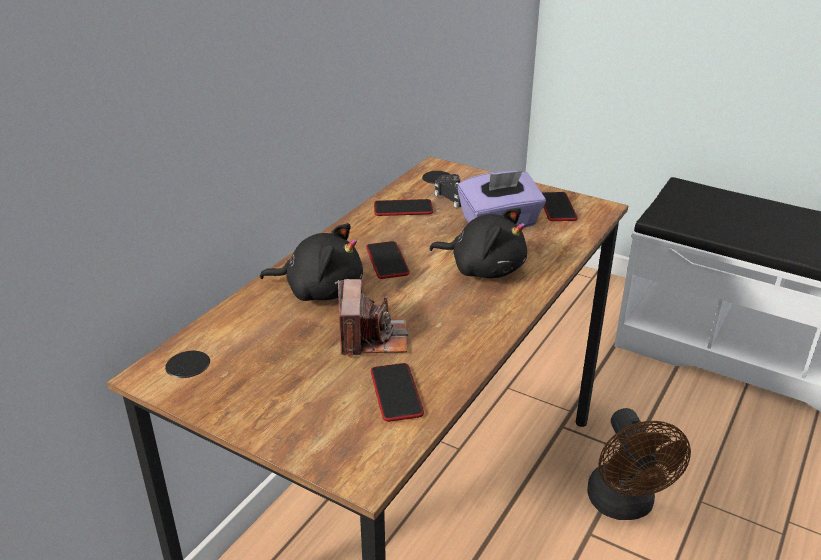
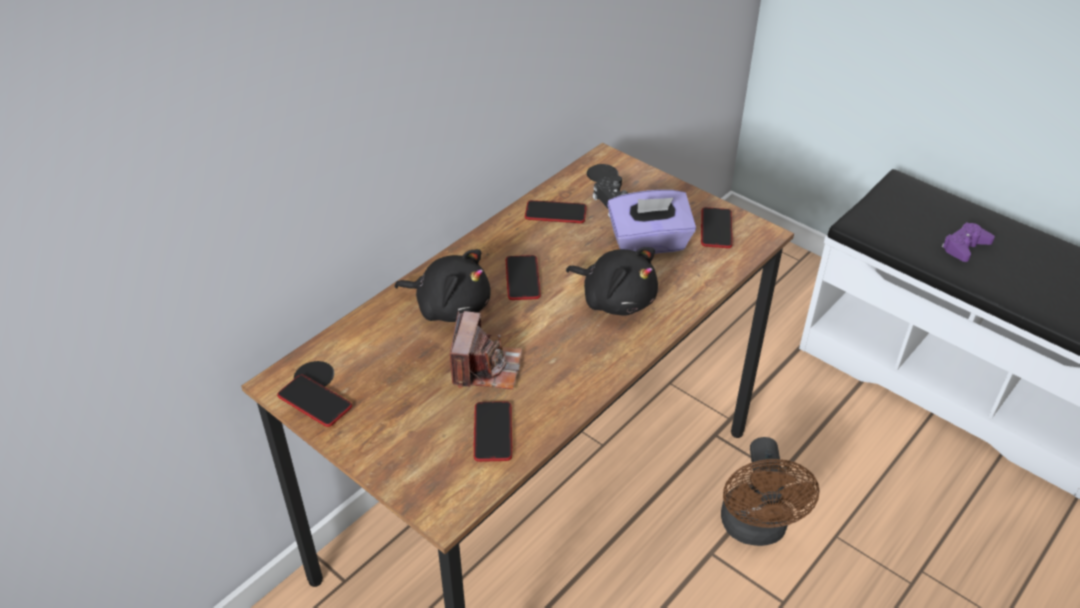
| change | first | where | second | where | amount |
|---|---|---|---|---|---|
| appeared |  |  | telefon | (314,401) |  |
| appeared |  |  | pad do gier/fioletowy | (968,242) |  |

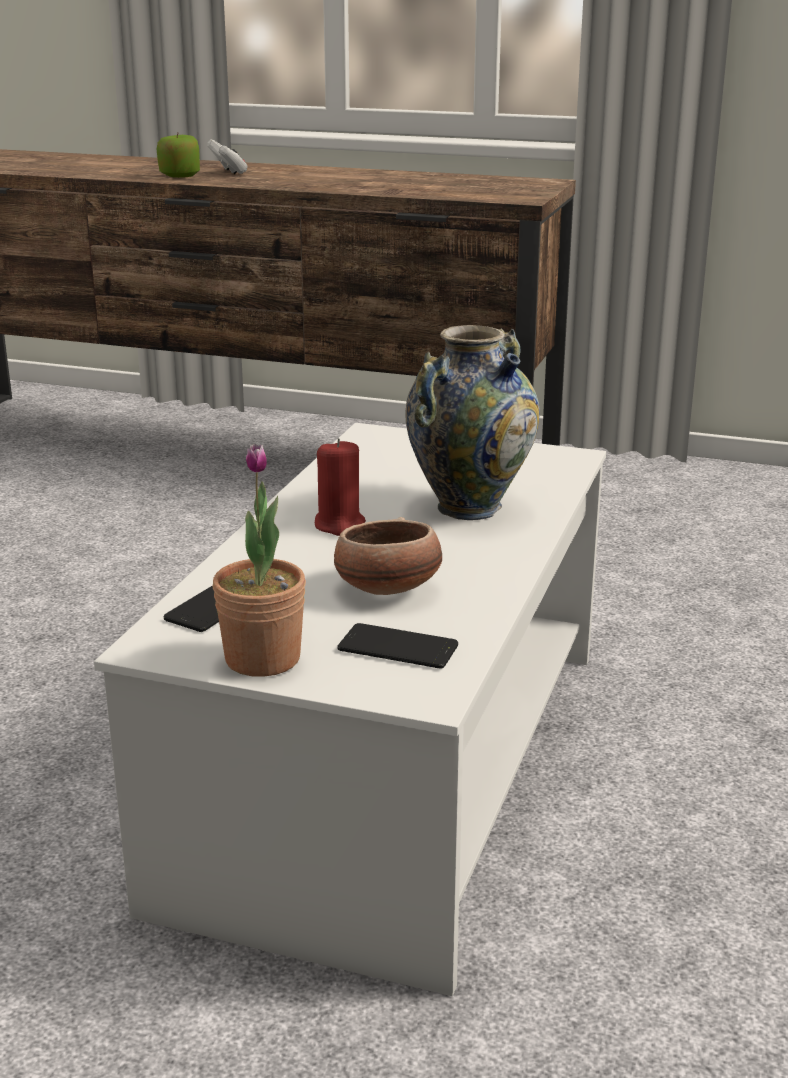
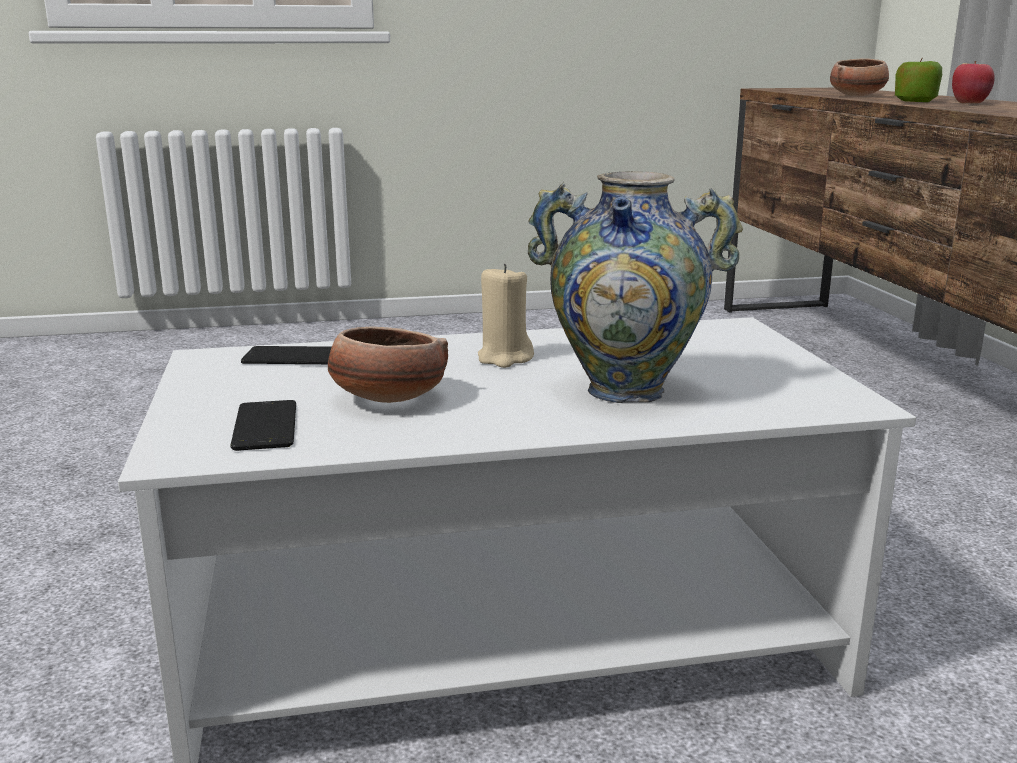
| change | first | where | second | where | amount |
|---|---|---|---|---|---|
| missing | roślina doniczkowa | (259,560) |  |  |  |
| appeared |  |  | miska | (859,77) |  |
| exchanged | pad do gier/biały | (227,157) | jabłko | (973,82) |  |
| colour | świeca/czerwony | (340,487) | świeca/beżowy | (506,316) |  |

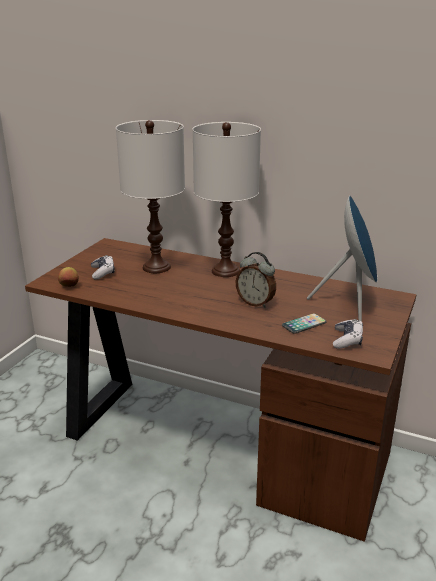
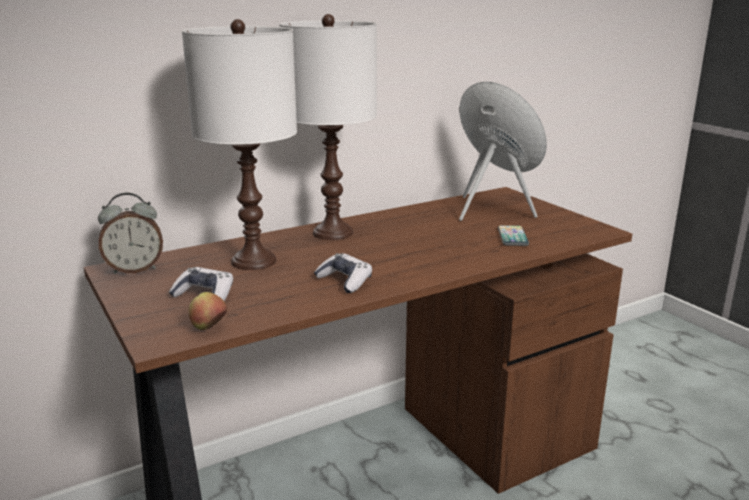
| change | first | where | second | where | amount |
|---|---|---|---|---|---|
| relocated | budzik | (256,280) |  | (130,233) |  |
| relocated | pad do gier | (348,334) |  | (343,273) |  |

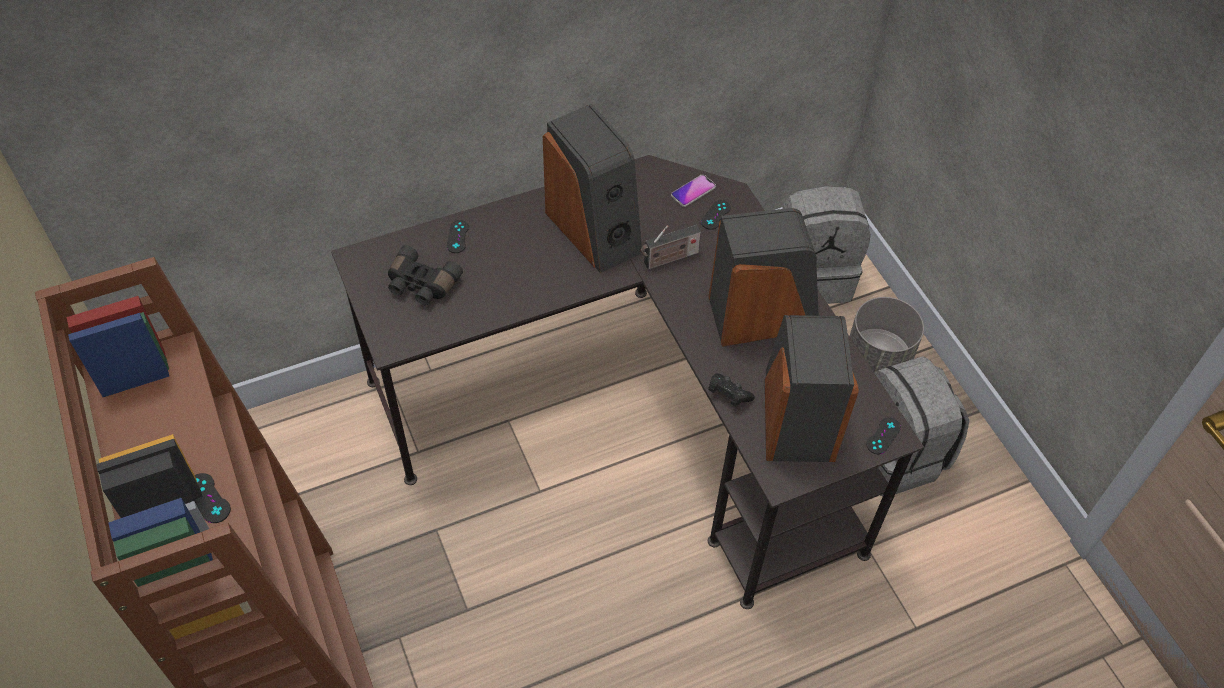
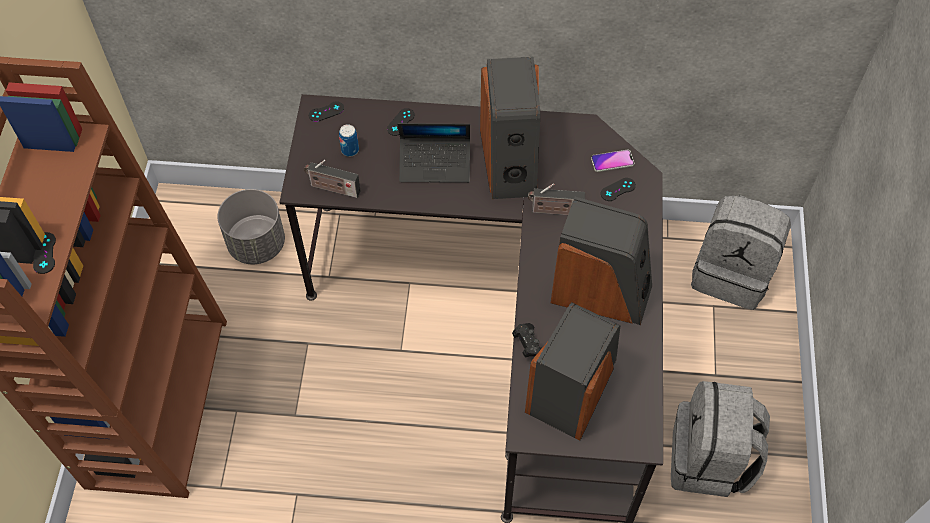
| change | first | where | second | where | amount |
|---|---|---|---|---|---|
| appeared |  |  | radio | (332,179) |  |
| appeared |  |  | laptop | (433,153) |  |
| relocated | donica/szary | (887,335) |  | (251,226) |  |
| relocated | pad do gier/czarny | (883,435) |  | (326,111) |  |
| exchanged | lornetka/czarny | (425,275) | puszka | (349,140) |  |

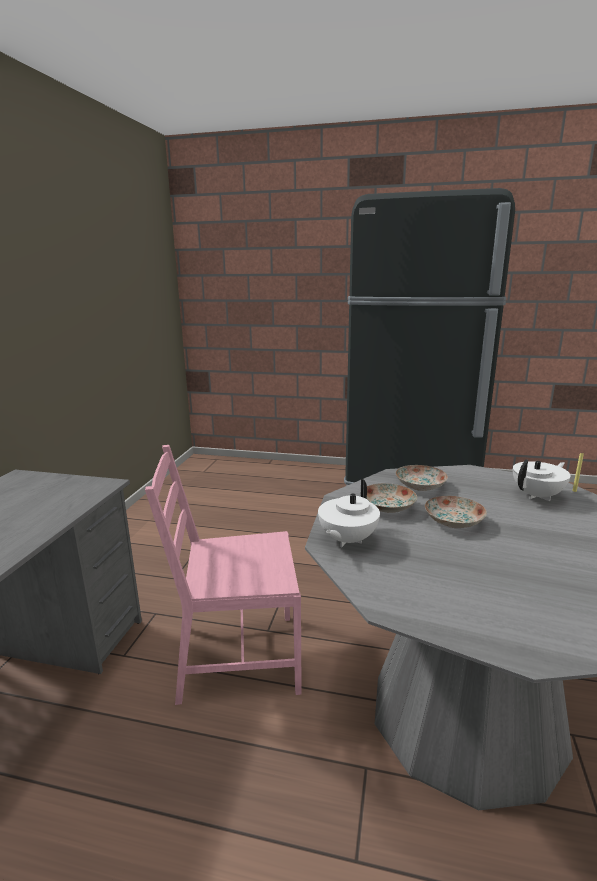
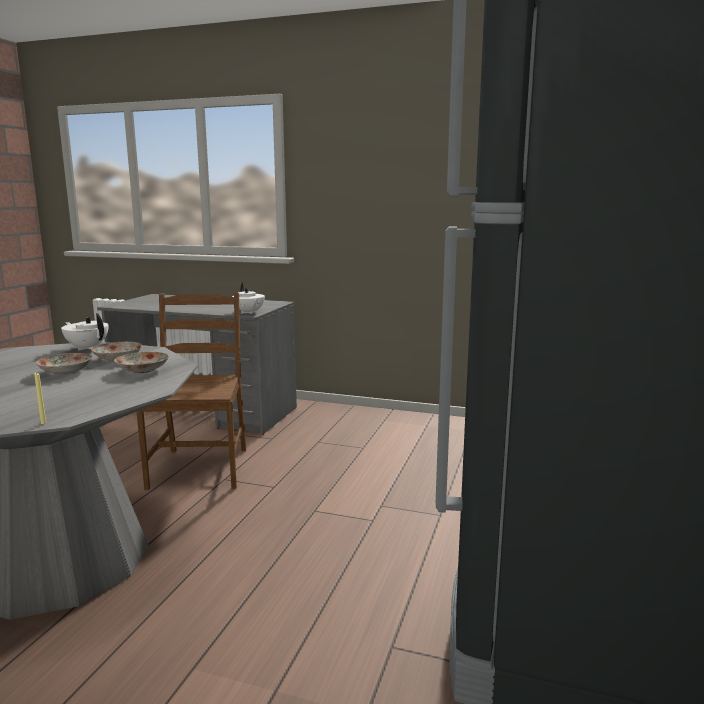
| change | first | where | second | where | amount |
|---|---|---|---|---|---|
| relocated | imbryk/biały | (542,480) |  | (248,298) |  |
| colour | krzesło/różowy | (223,575) | krzesło/brązowy | (191,391) |  |

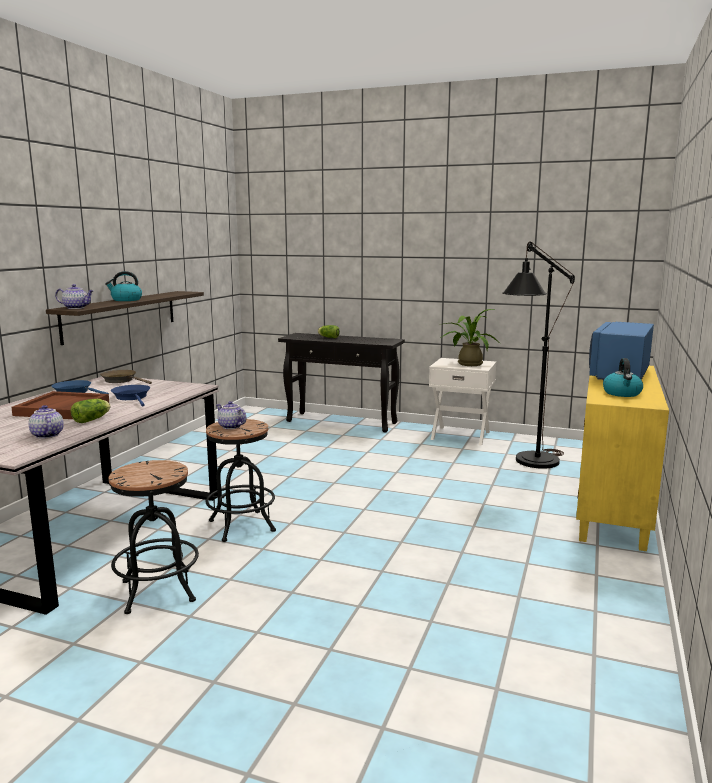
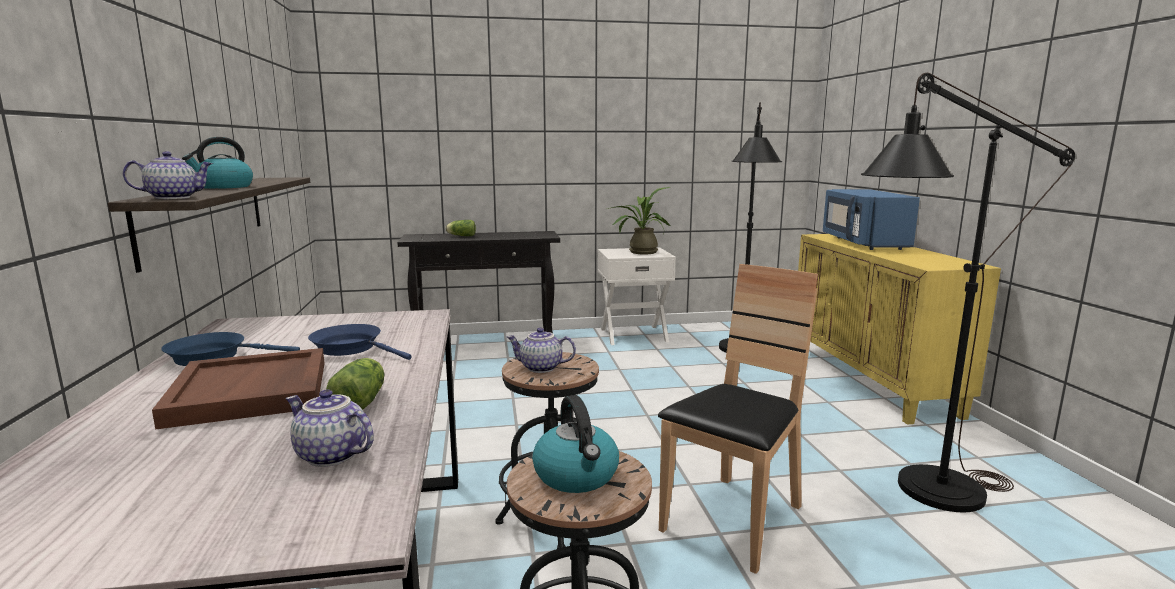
| change | first | where | second | where | amount |
|---|---|---|---|---|---|
| missing | patelnia/brązowy | (126,377) |  |  |  |
| appeared |  |  | krzesło/brązowy | (738,419) |  |
| appeared |  |  | lampa stojąca/czarny | (968,292) |  |
| relocated | czajnik | (623,377) |  | (575,444) |  |

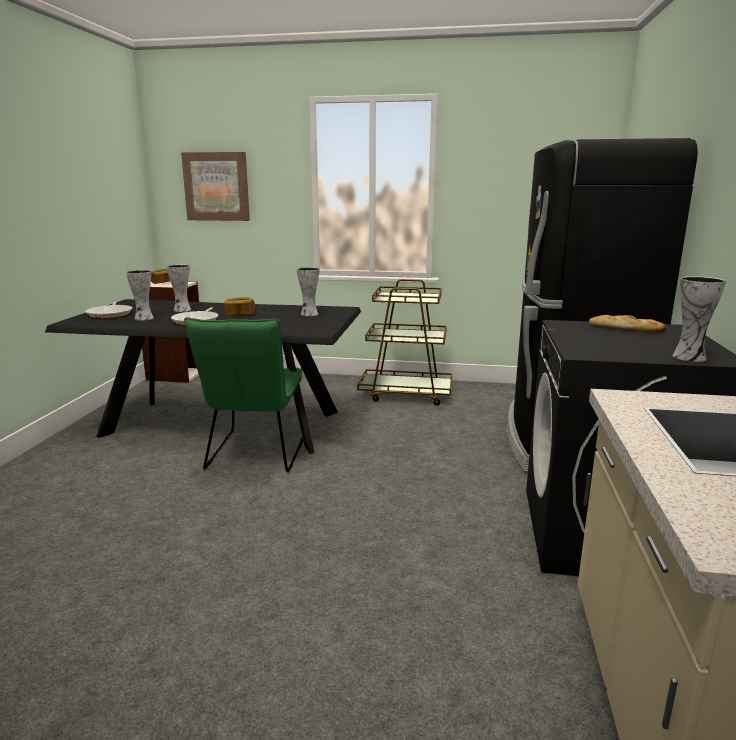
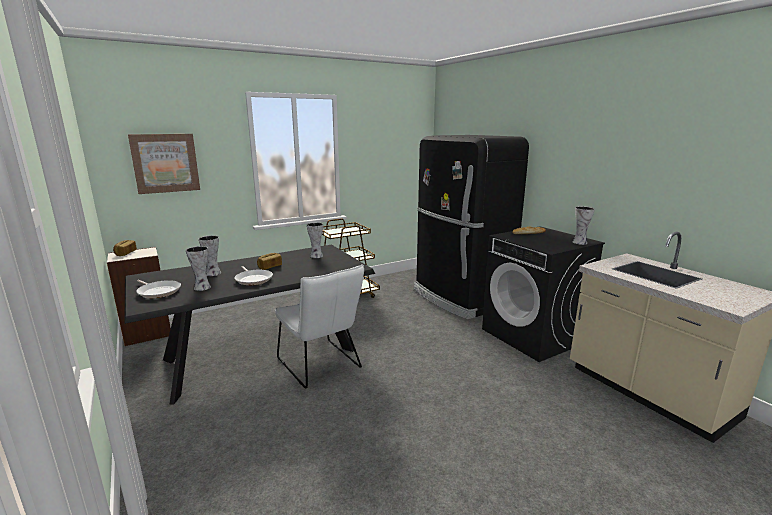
| change | first | where | second | where | amount |
|---|---|---|---|---|---|
| colour | krzesło/zielony | (243,394) | krzesło/biały | (319,326) |  |

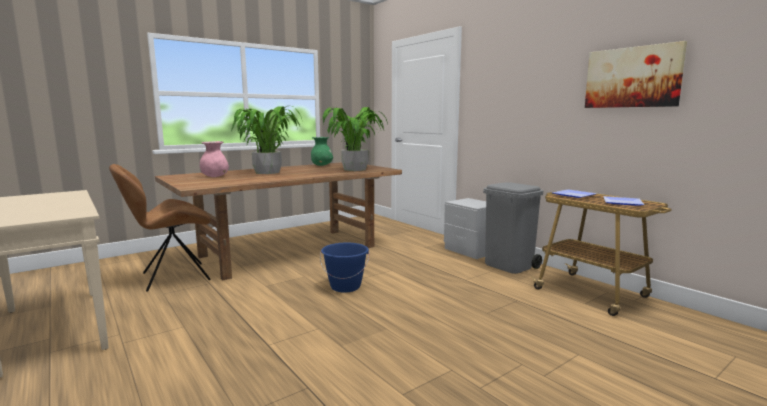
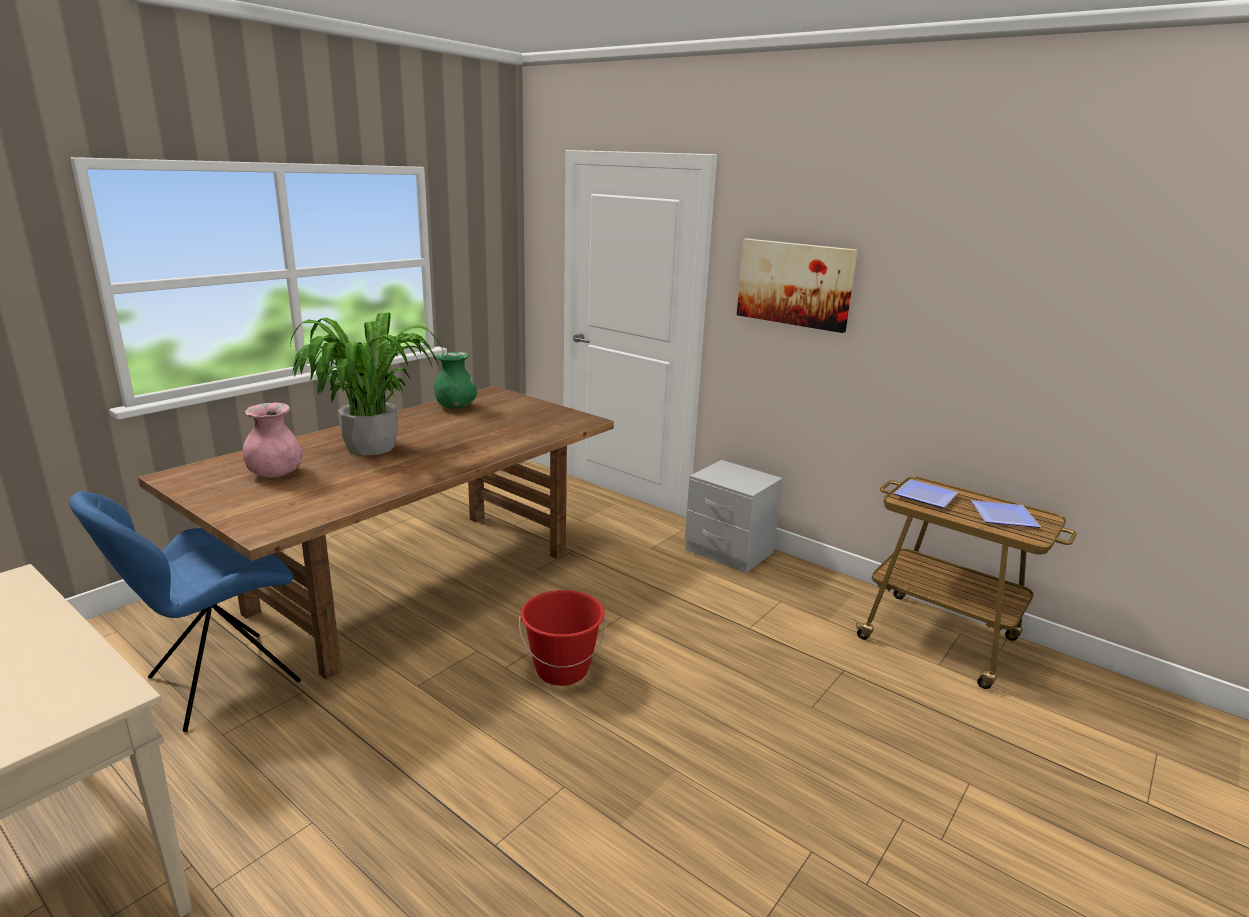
| change | first | where | second | where | amount |
|---|---|---|---|---|---|
| missing | roślina doniczkowa | (355,139) |  |  |  |
| missing | kosz na śmieci/szary | (513,228) |  |  |  |
| relocated | obraz | (636,74) |  | (797,286) |  |
| colour | krzesło/brązowy | (160,228) | krzesło/niebieski | (185,611) |  |
| colour | wiadro/niebieski | (344,268) | wiadro/czerwony | (562,638) |  |

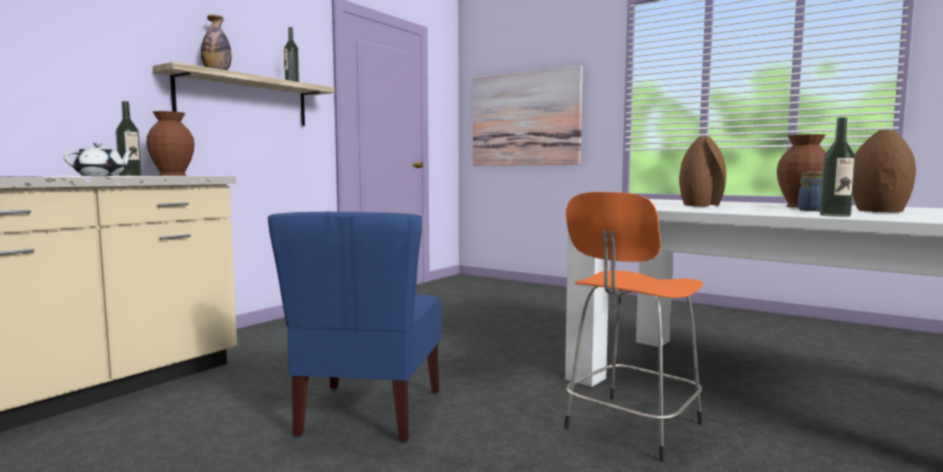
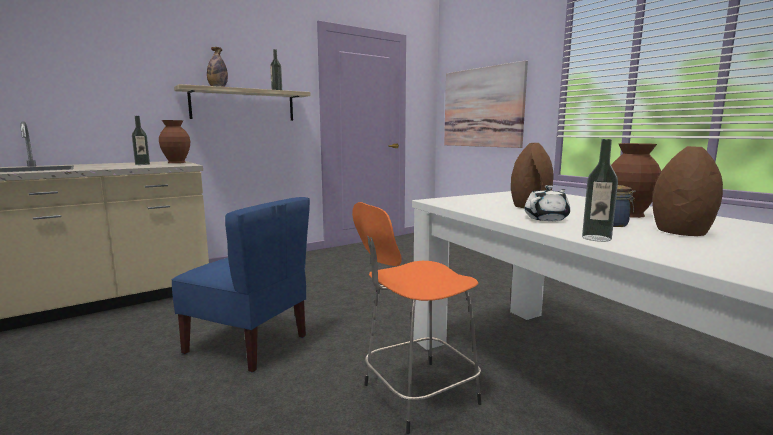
| change | first | where | second | where | amount |
|---|---|---|---|---|---|
| relocated | imbryk/biały | (98,159) |  | (547,203) |  |
| spun | krzesło/niebieski | (354,327) |  | (241,285) | 90 degrees counterclockwise |

